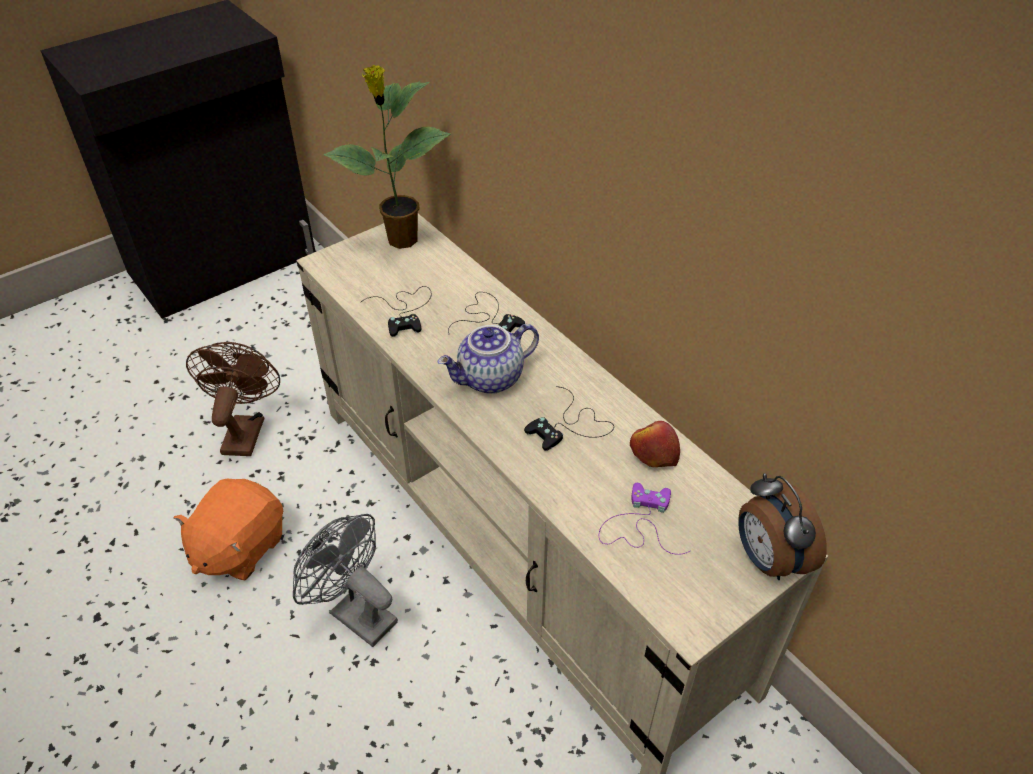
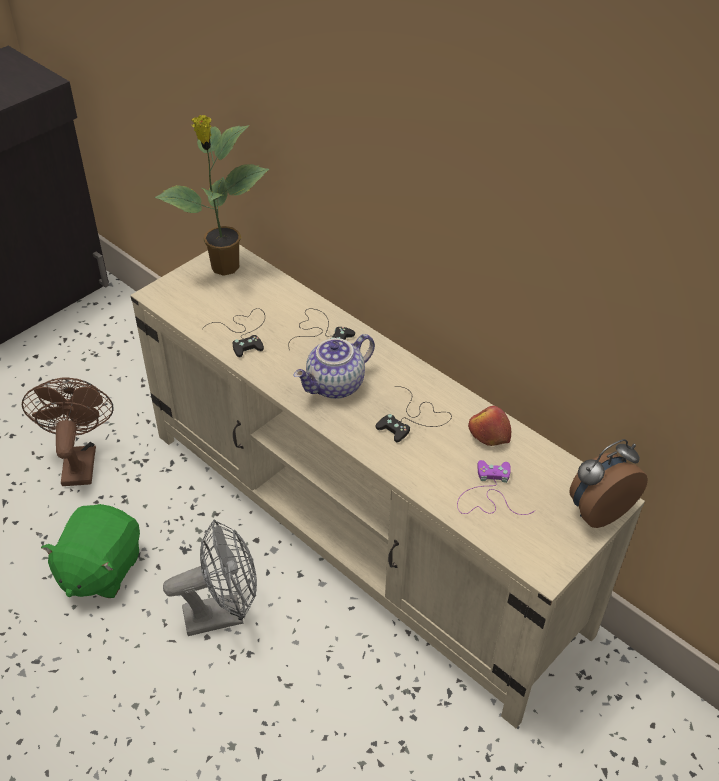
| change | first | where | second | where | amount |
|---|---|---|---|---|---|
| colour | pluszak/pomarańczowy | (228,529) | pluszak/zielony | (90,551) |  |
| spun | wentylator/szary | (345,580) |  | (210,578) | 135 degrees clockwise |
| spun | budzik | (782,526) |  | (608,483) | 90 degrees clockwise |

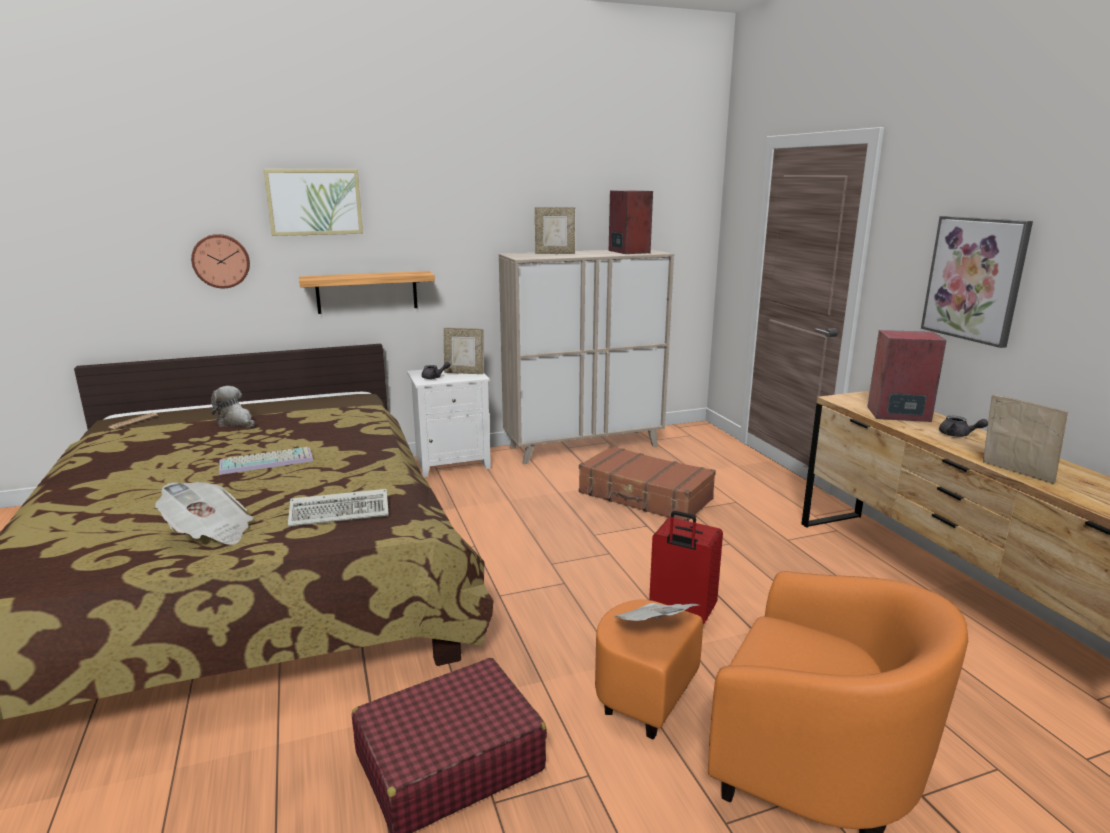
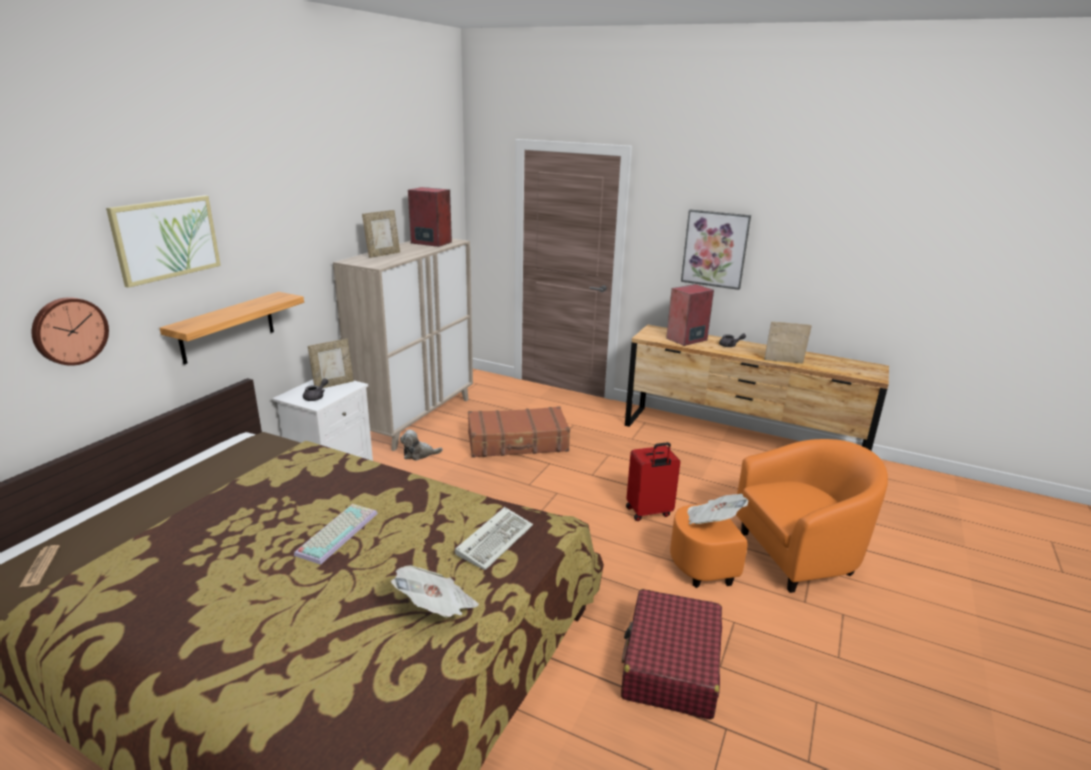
| change | first | where | second | where | amount |
|---|---|---|---|---|---|
| relocated | pluszak | (233,407) |  | (421,445) |  |

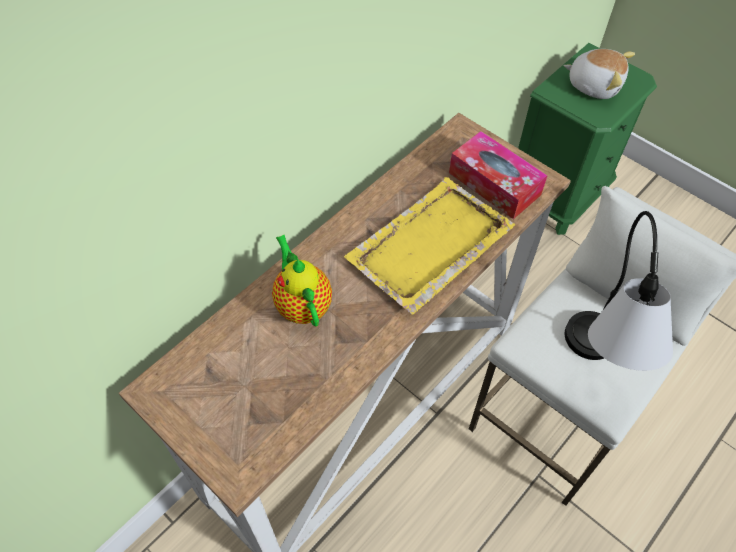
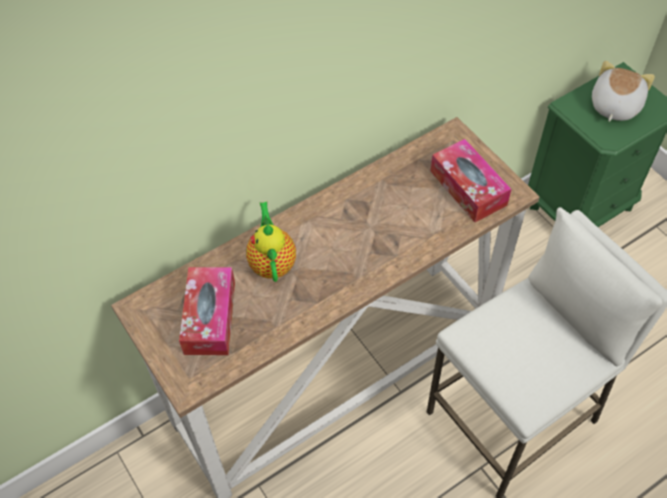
| change | first | where | second | where | amount |
|---|---|---|---|---|---|
| missing | taca/żółty | (429,245) |  |  |  |
| missing | lampa stołowa | (619,291) |  |  |  |
| appeared |  |  | pudełko chusteczek | (207,311) |  |
| spun | pluszak | (599,74) |  | (623,91) | 105 degrees counterclockwise |

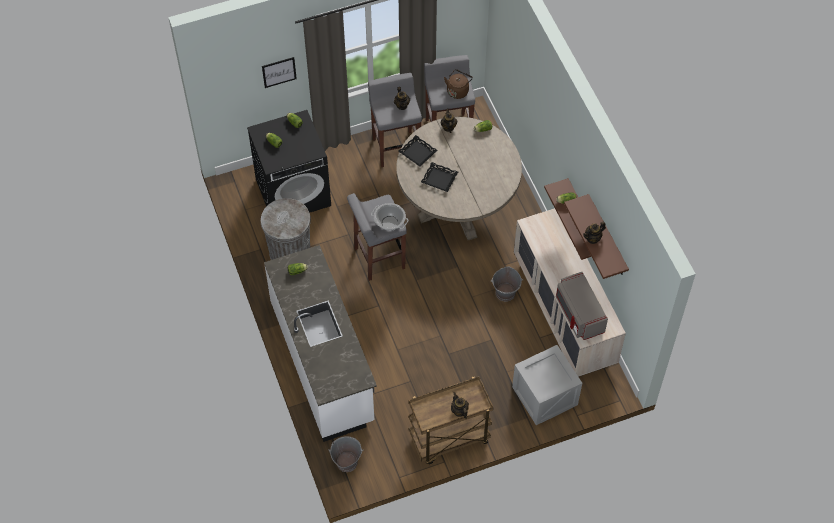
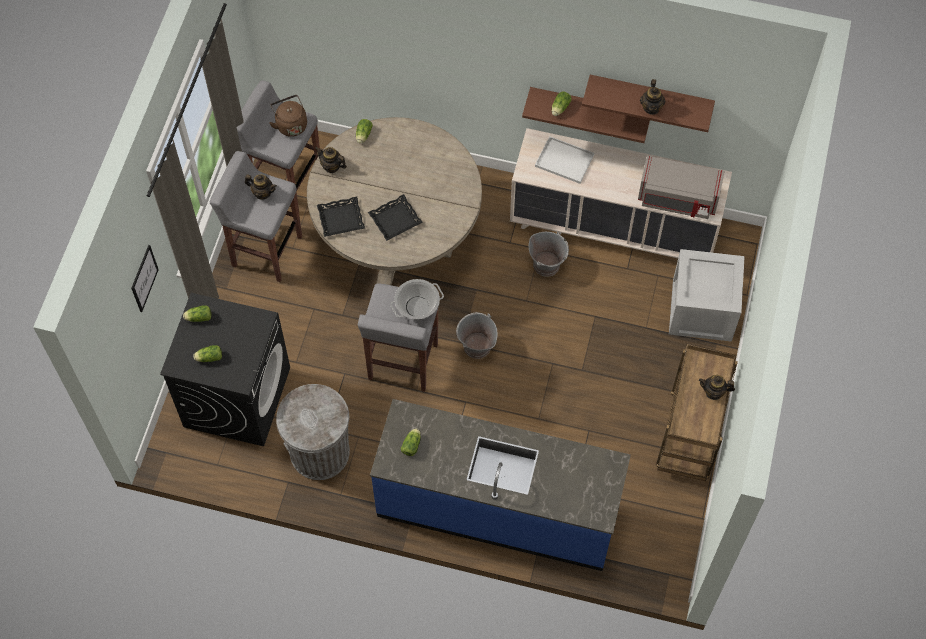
| change | first | where | second | where | amount |
|---|---|---|---|---|---|
| appeared |  |  | taca/biały | (565,160) |  |
| relocated | wiadro/szary | (346,454) |  | (477,335) |  |
| colour | zabudowa kuchenna/biały | (320,343) | zabudowa kuchenna/niebieski | (500,485) |  |

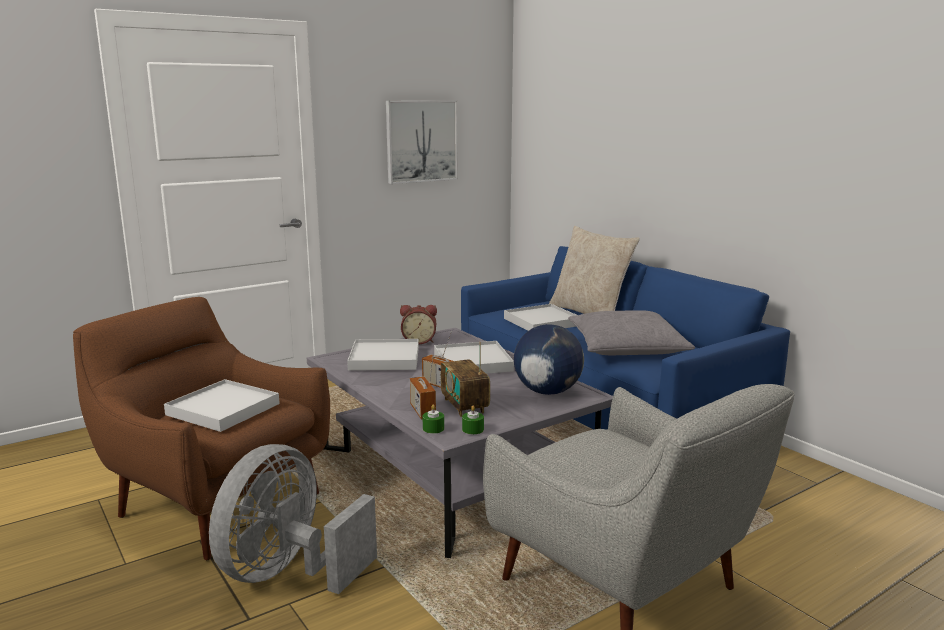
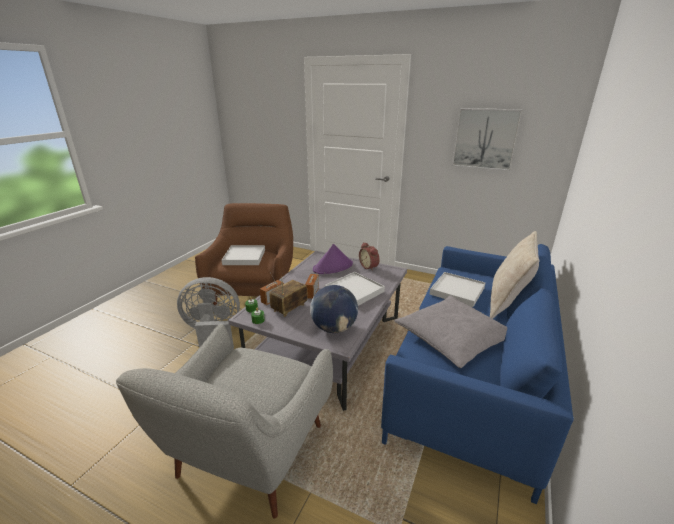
| change | first | where | second | where | amount |
|---|---|---|---|---|---|
| exchanged | taca/biały | (383,355) | kapelusz/fioletowy | (333,259) |  |

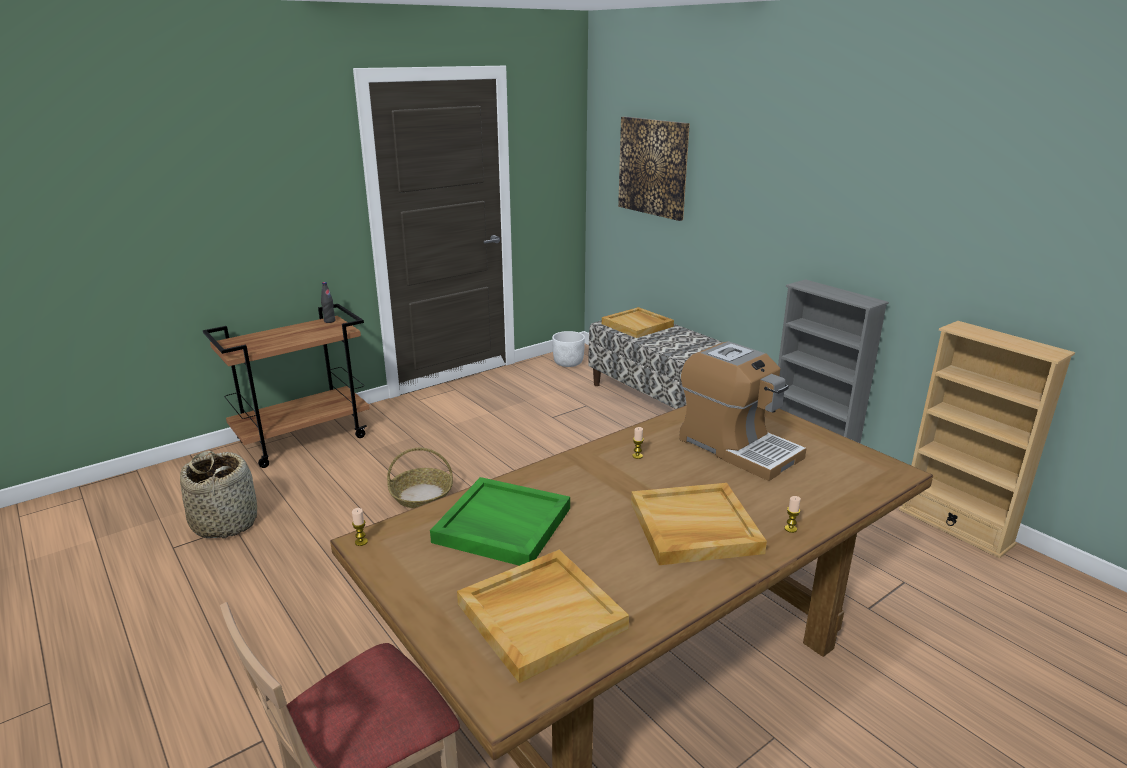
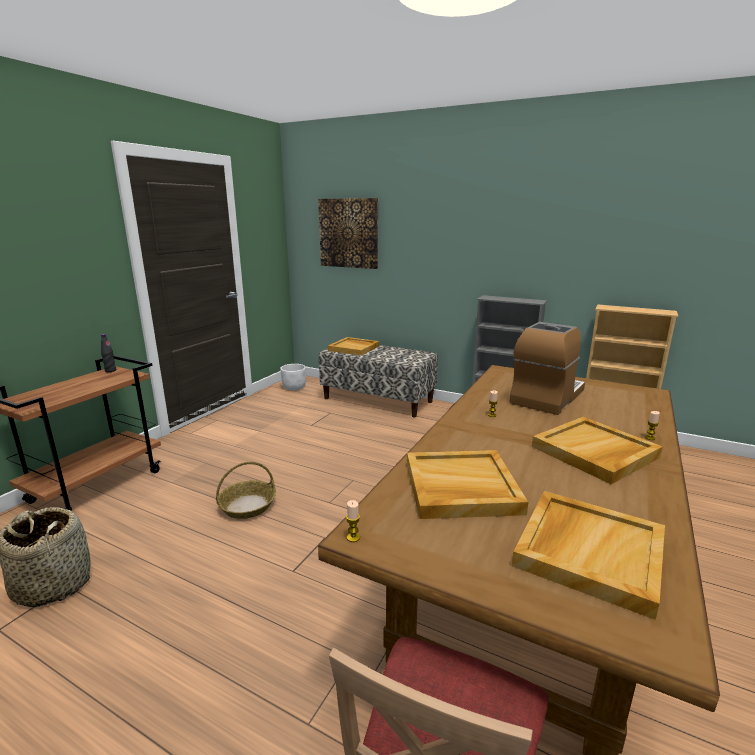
| change | first | where | second | where | amount |
|---|---|---|---|---|---|
| colour | taca/zielony | (500,521) | taca/beżowy | (468,484) |  |
| spun | ekspres do kawy | (743,411) |  | (547,368) | 75 degrees counterclockwise |

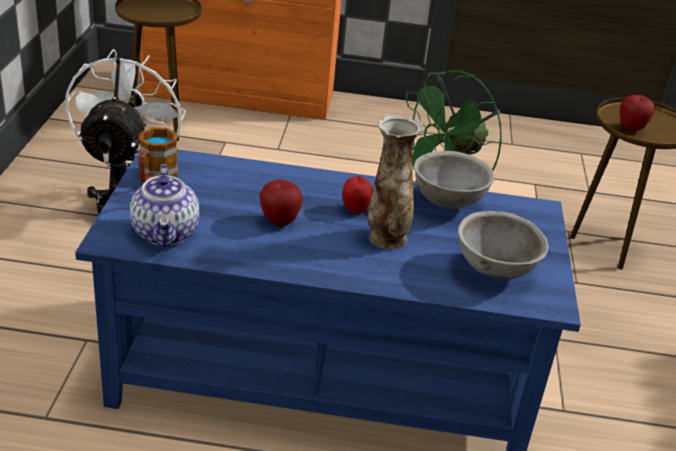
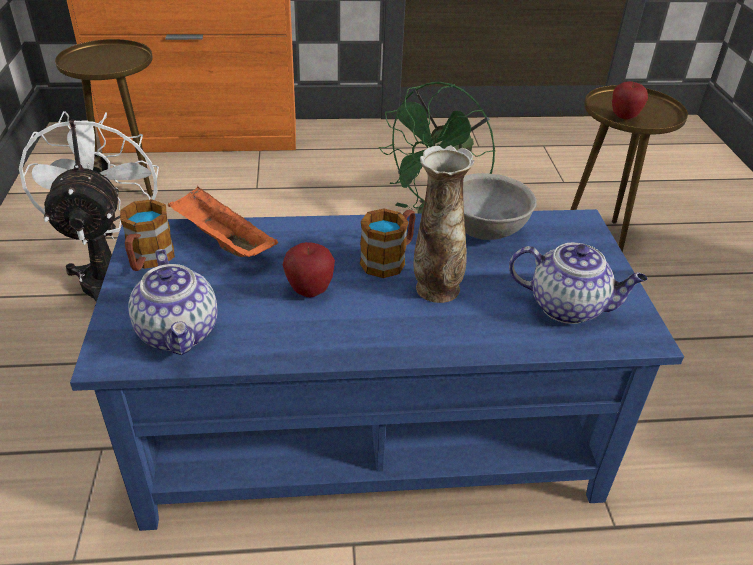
| change | first | where | second | where | amount |
|---|---|---|---|---|---|
| appeared |  |  | taca/pomarańczowy | (223,221) |  |
| exchanged | jabłko | (357,194) | kubek | (388,243) |  |
| exchanged | miska/szary | (503,245) | imbryk | (578,283) |  |

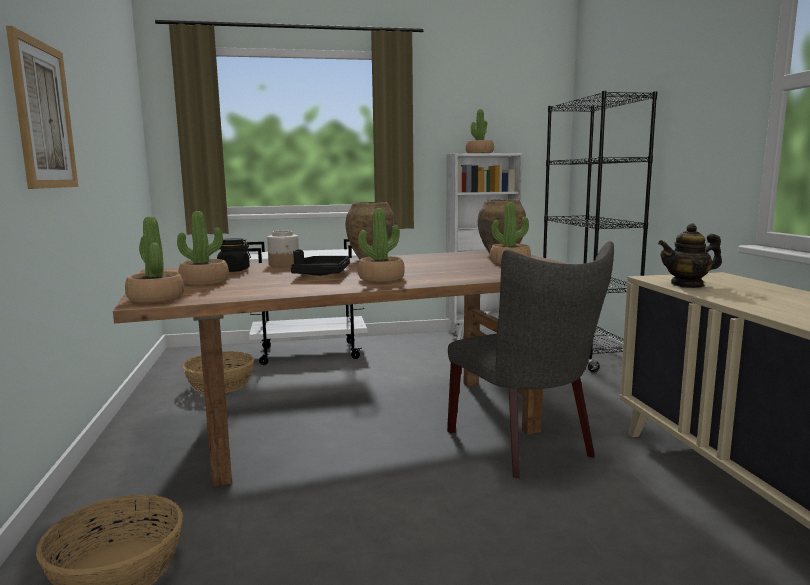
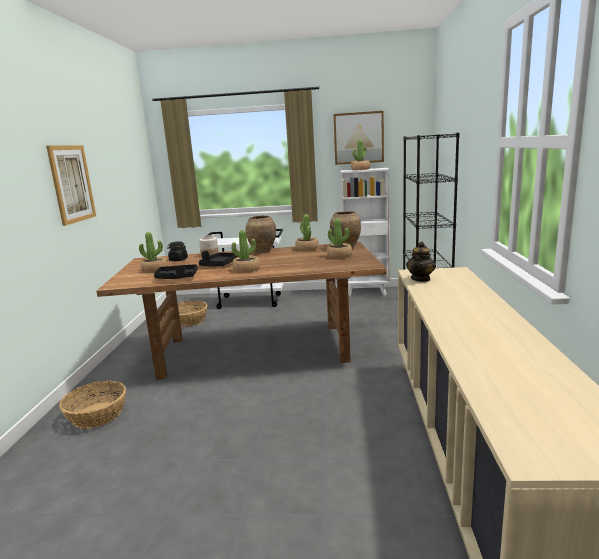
| change | first | where | second | where | amount |
|---|---|---|---|---|---|
| missing | krzesło/szary | (530,359) |  |  |  |
| appeared |  |  | taca/czarny | (176,271) |  |
| appeared |  |  | obraz | (359,138) |  |
| relocated | roślina doniczkowa | (154,260) |  | (307,232) |  |
| spun | imbryk | (690,255) |  | (421,261) | 75 degrees counterclockwise |

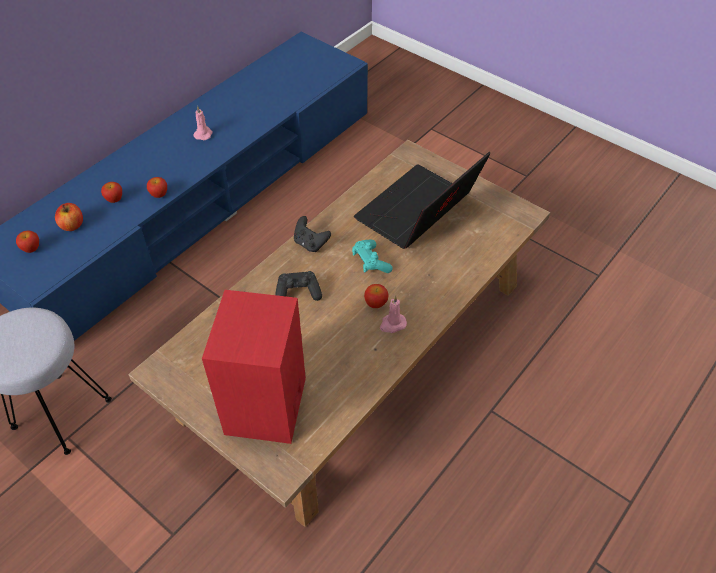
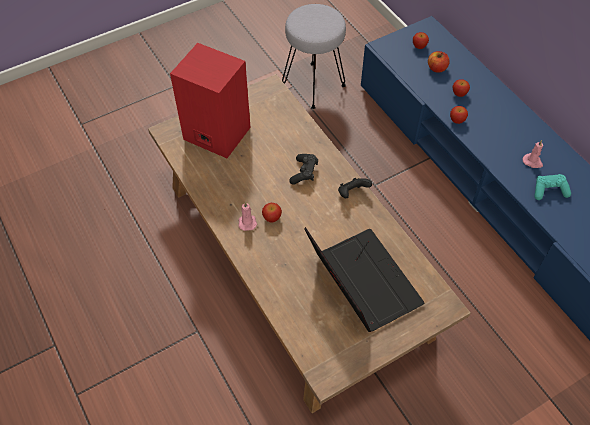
| change | first | where | second | where | amount |
|---|---|---|---|---|---|
| relocated | pad do gier/turkusowy | (372,256) |  | (552,187) |  |

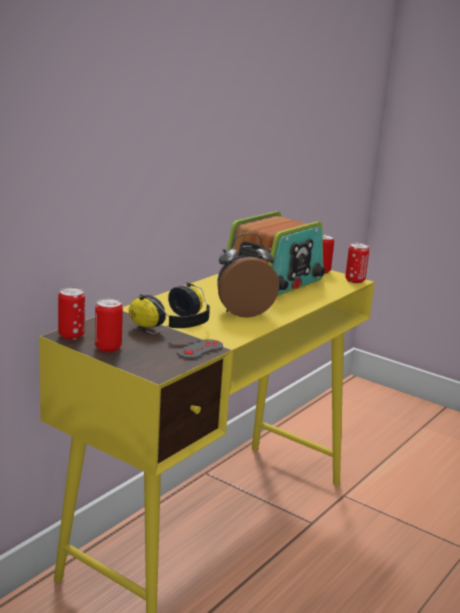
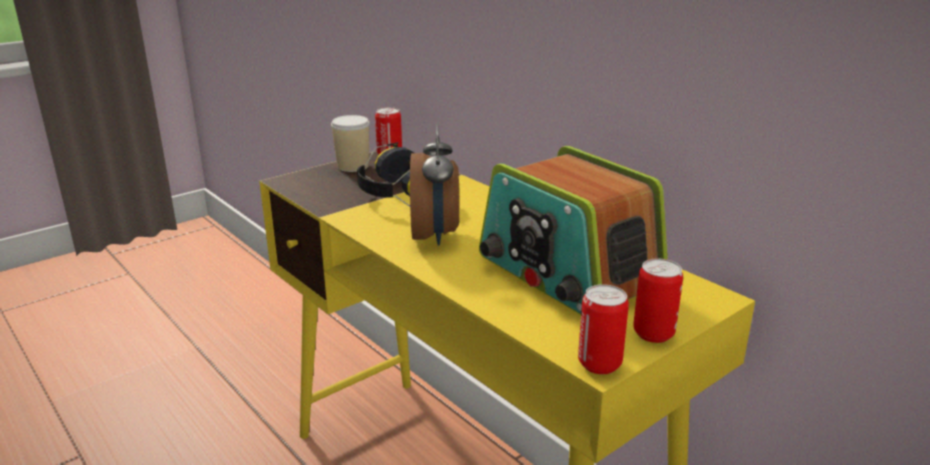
| change | first | where | second | where | amount |
|---|---|---|---|---|---|
| missing | pad do gier/szary | (200,349) |  |  |  |
| exchanged | puszka | (109,325) | filiżanka | (350,143) |  |

